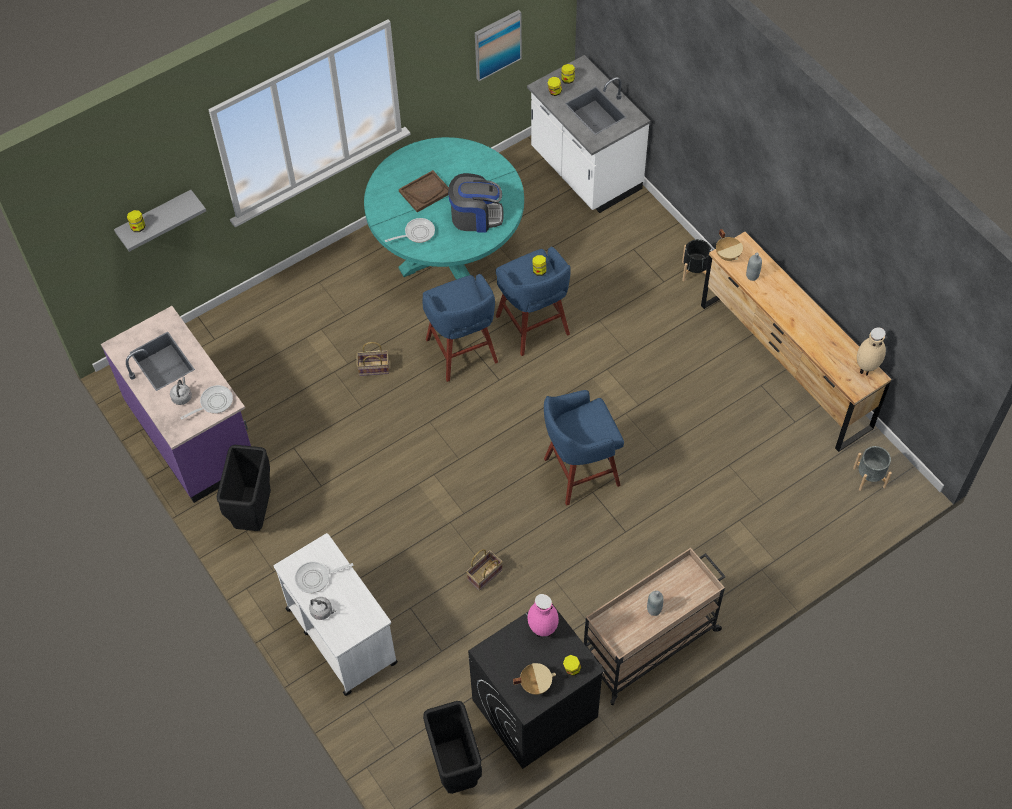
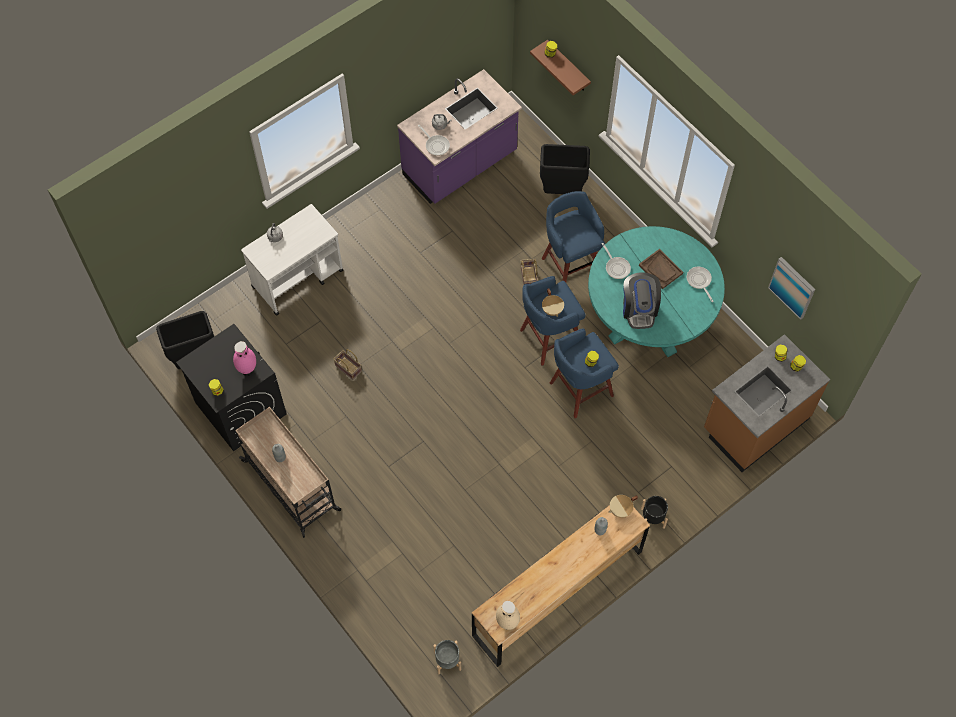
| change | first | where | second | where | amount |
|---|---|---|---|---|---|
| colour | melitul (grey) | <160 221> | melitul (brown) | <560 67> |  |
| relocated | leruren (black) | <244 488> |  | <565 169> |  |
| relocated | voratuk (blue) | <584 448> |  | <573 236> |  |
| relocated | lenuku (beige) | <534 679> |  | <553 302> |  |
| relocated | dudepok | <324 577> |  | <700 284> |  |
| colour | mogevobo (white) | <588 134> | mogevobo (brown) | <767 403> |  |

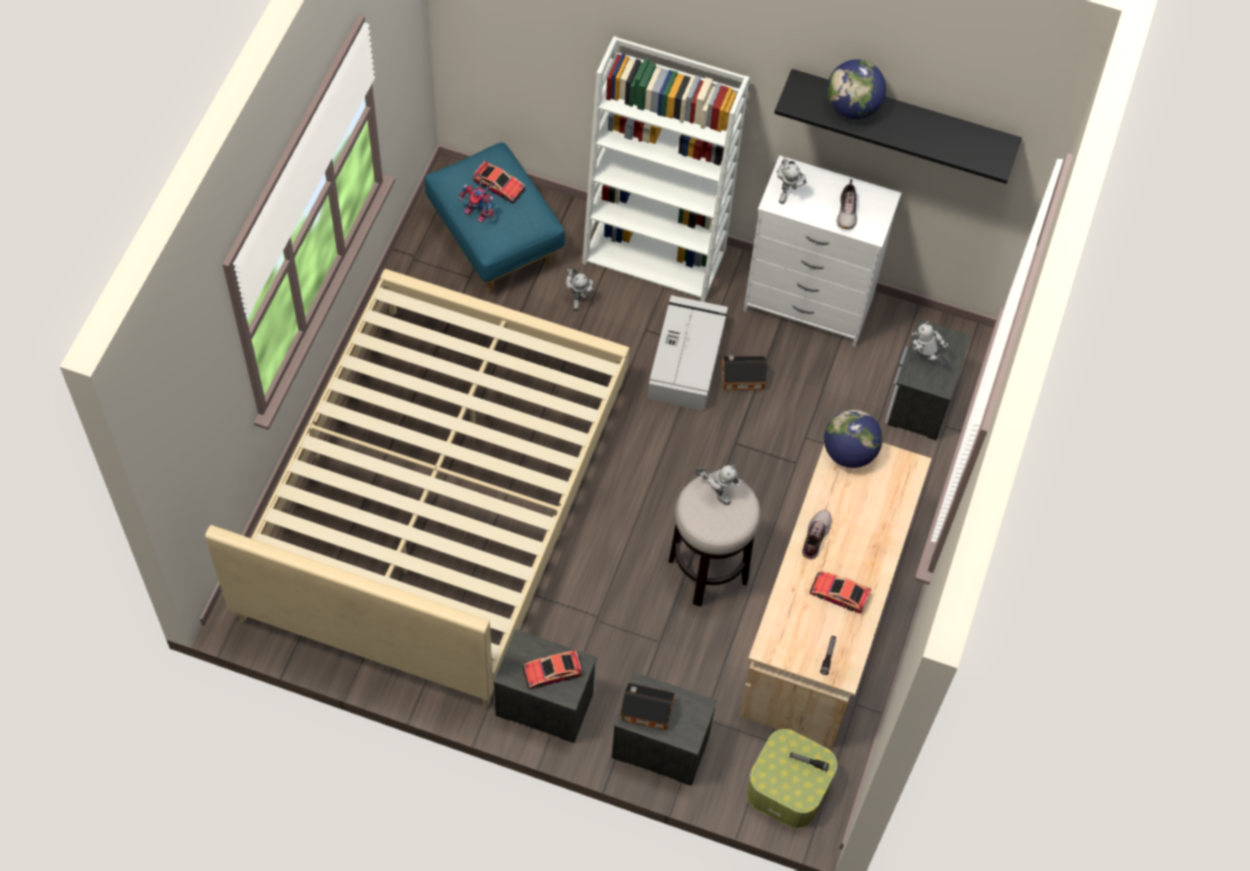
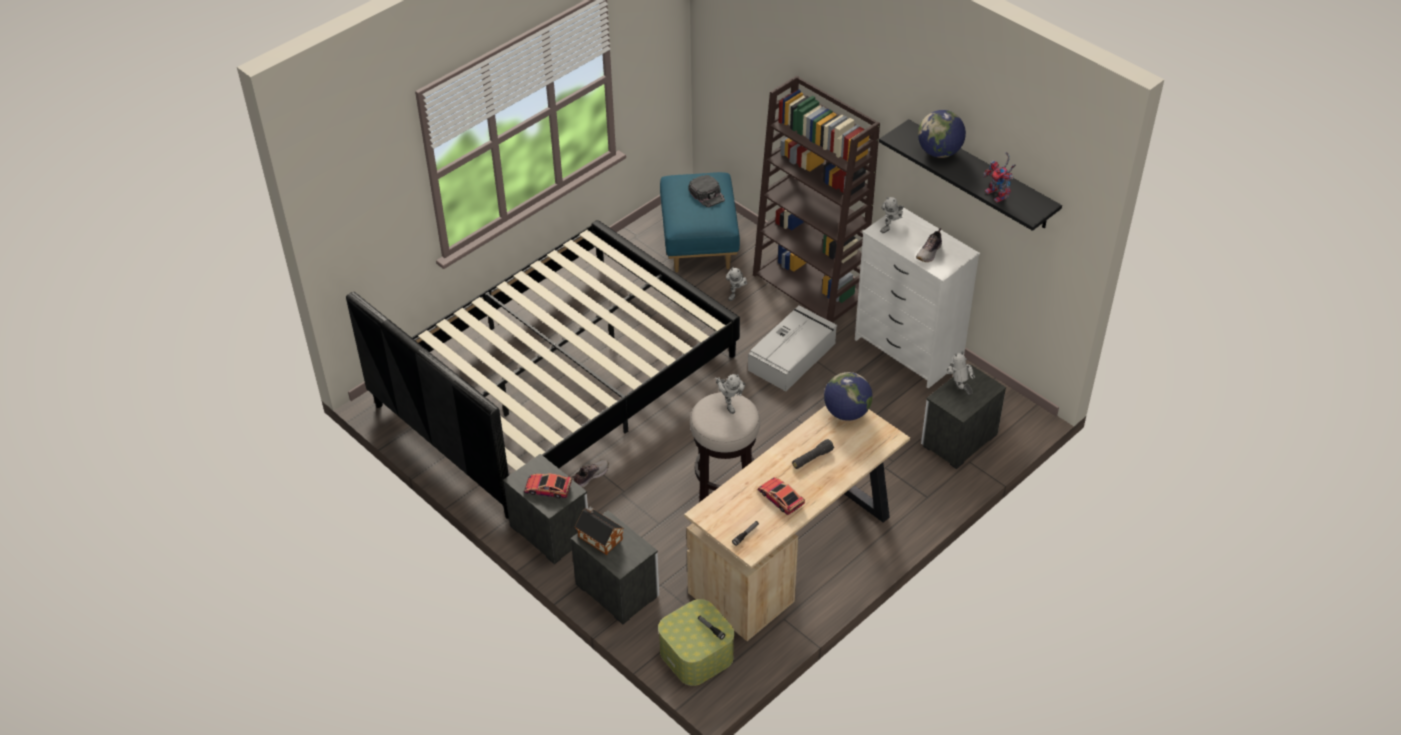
| change | first | where | second | where | amount |
|---|---|---|---|---|---|
| colour | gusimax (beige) | <417 488> | gusimax (black) | <543 369> |  |
| relocated | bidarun | <816 534> |  | <591 474> |  |
| exchanged | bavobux | <499 182> | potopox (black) | <707 191> |  |
| colour | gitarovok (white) | <666 169> | gitarovok (brown) | <816 198> |  |
| appeared |  |  | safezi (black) | <813 454> |  |
| relocated | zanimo | <476 198> |  | <999 177> |  |
| missing | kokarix | <744 372> |  |  |  |

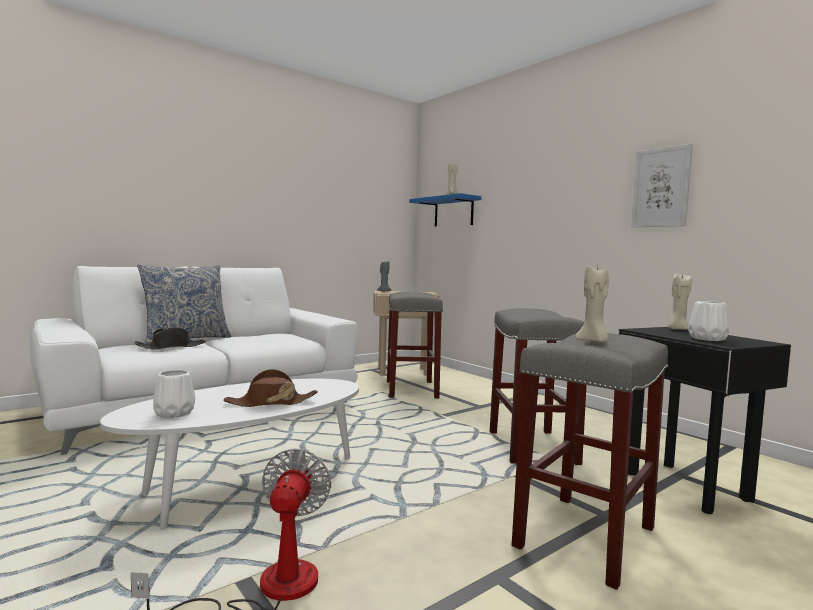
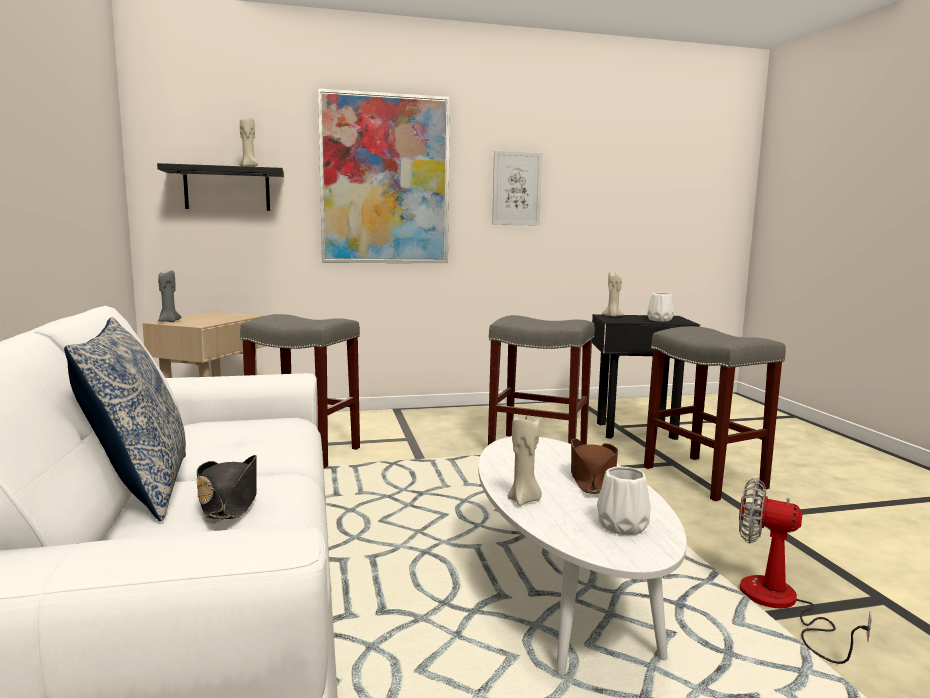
| change | first | where | second | where | amount |
|---|---|---|---|---|---|
| colour | melitul (blue) | <445 210> | melitul (black) | <220 187> |  |
| appeared |  |  | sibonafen | <384 175> |  |
| relocated | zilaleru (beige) | <592 304> |  | <525 461> |  |

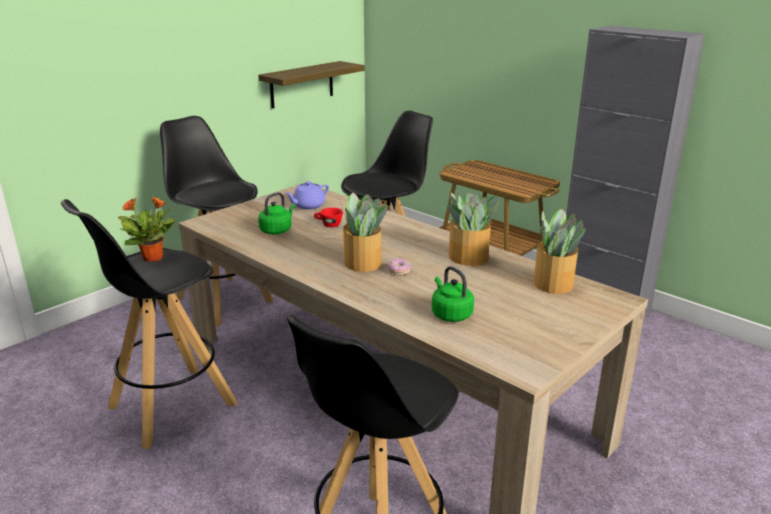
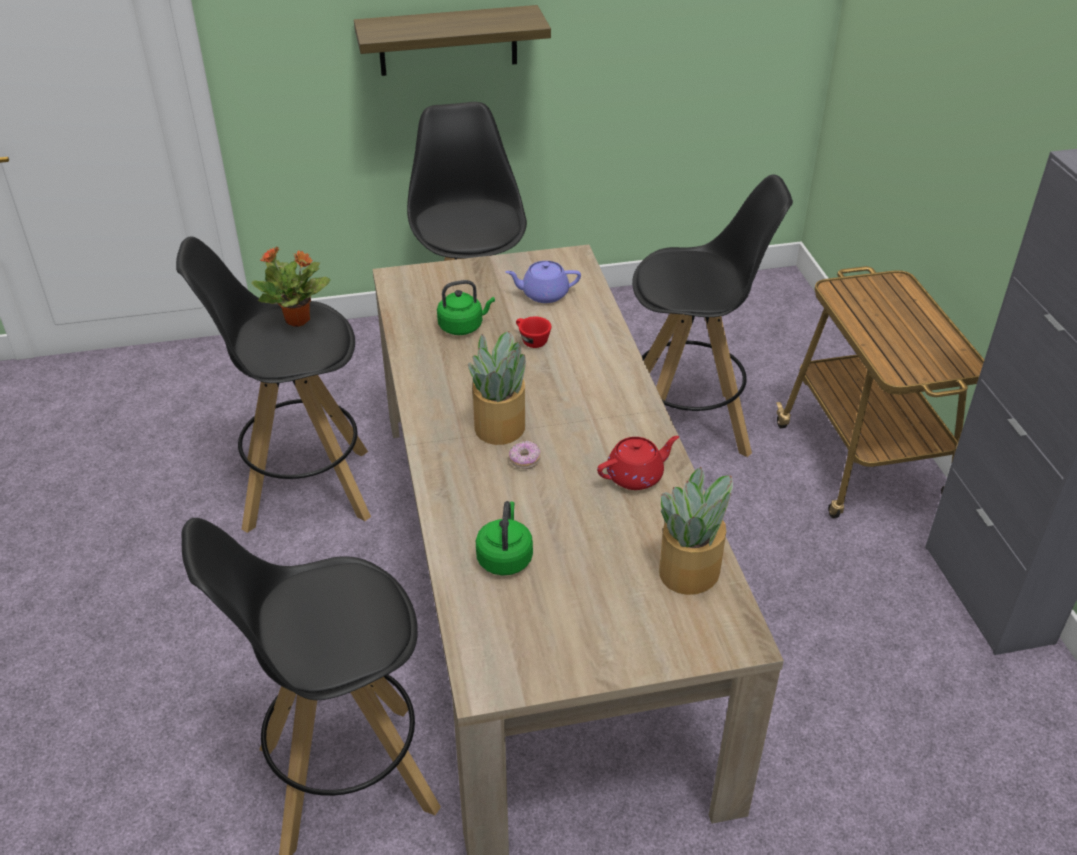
| change | first | where | second | where | amount |
|---|---|---|---|---|---|
| relocated | melitul | <311 85> |  | <452 40> |  |
| exchanged | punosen | <473 229> | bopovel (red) | <638 463> |  |

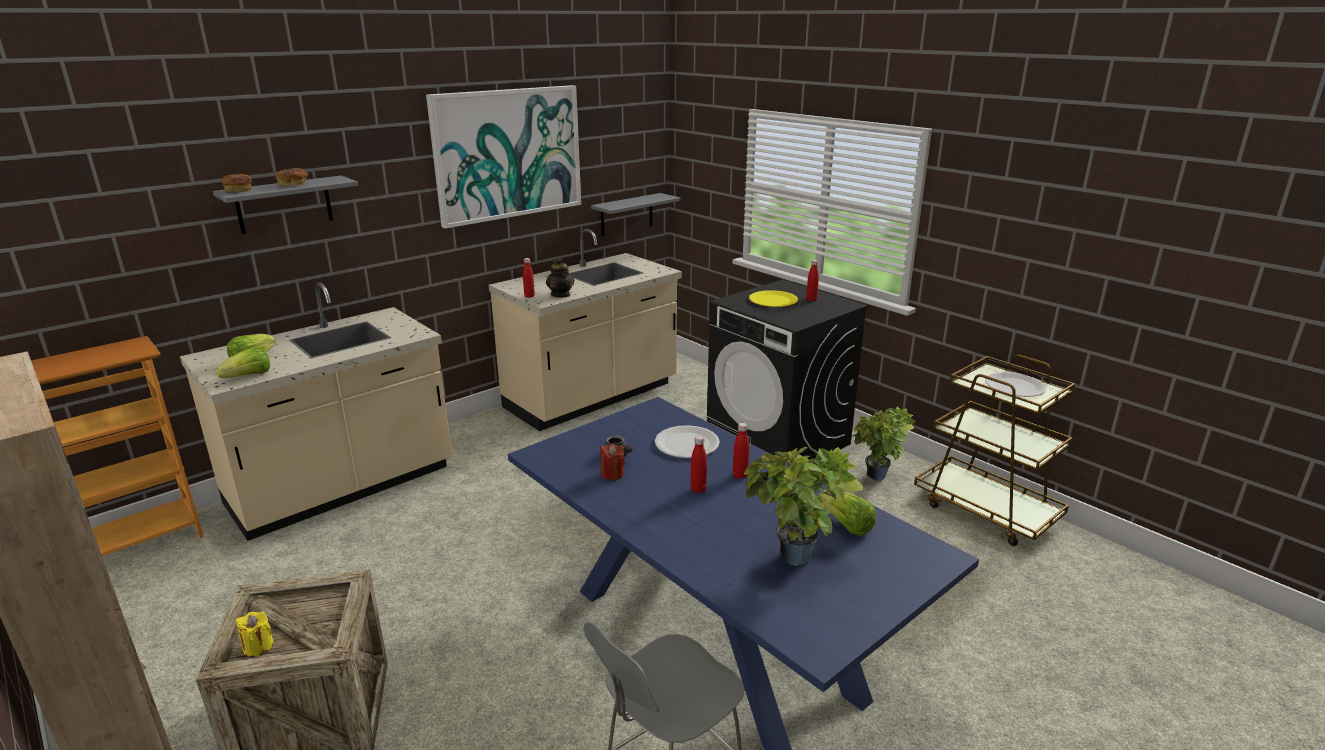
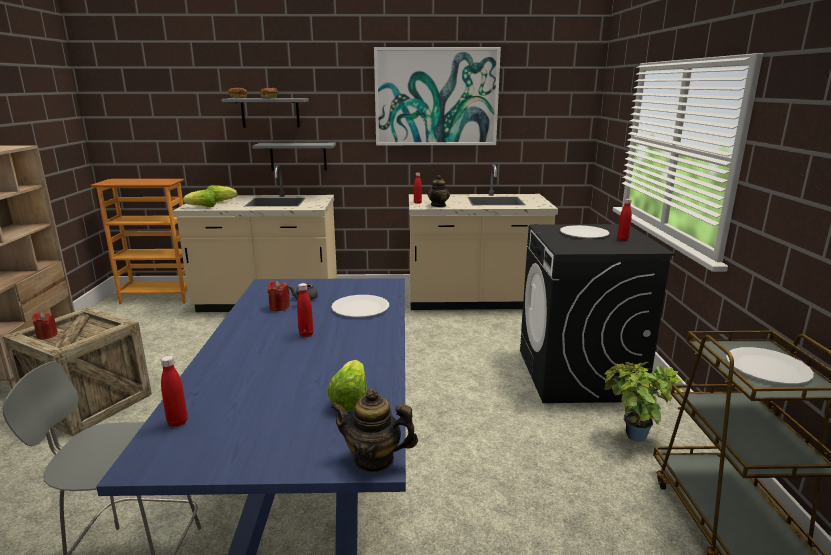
| change | first | where | second | where | amount |
|---|---|---|---|---|---|
| colour | zilaleru (yellow) | <255 634> | zilaleru (red) | <45 325> |  |
| relocated | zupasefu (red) | <741 451> |  | <174 391> |  |
| relocated | melitul (grey) | <636 214> |  | <294 157> |  |
| appeared |  |  | bopovel | <374 431> |  |
| colour | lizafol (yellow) | <773 298> | lizafol (white) | <584 231> |  |
| missing | punosen | <804 506> |  |  |  |

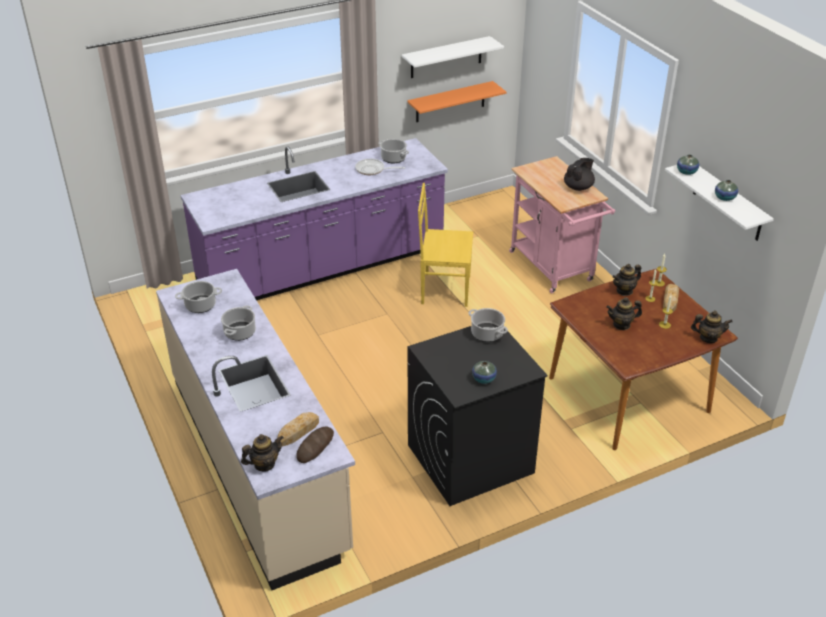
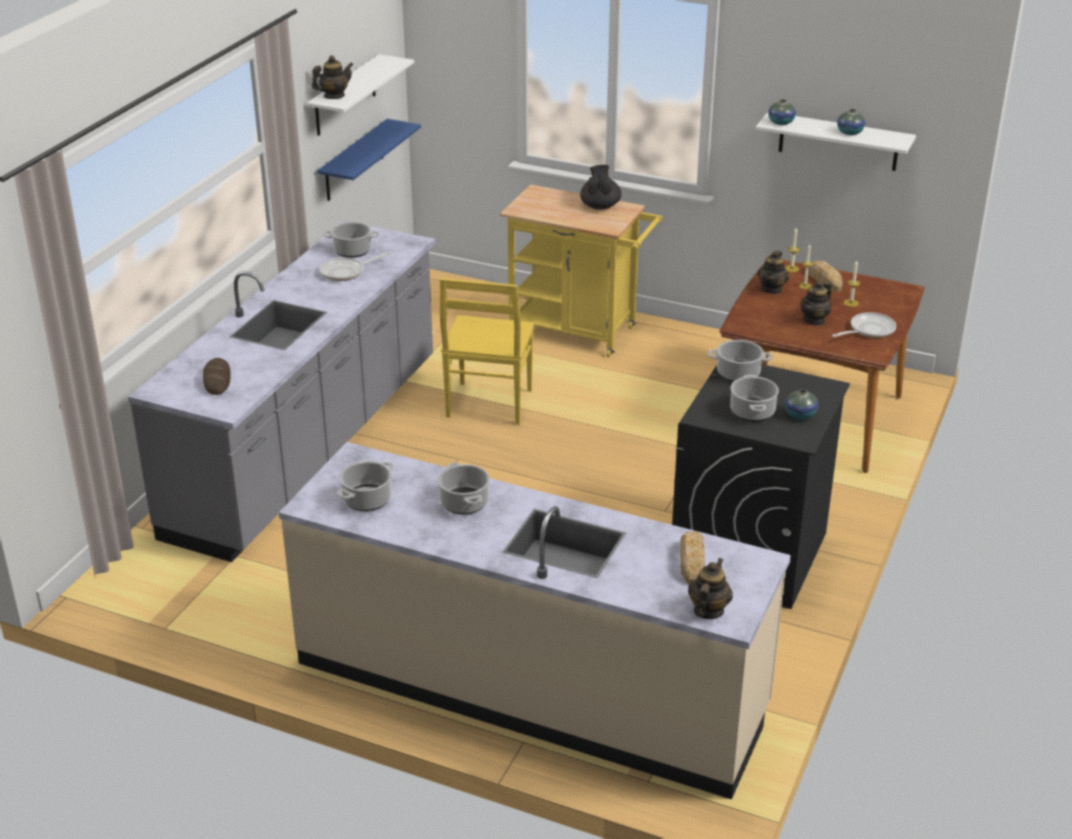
| change | first | where | second | where | amount |
|---|---|---|---|---|---|
| colour | mogevobo (purple) | <314 219> | mogevobo (grey) | <281 391> |  |
| relocated | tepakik | <315 445> |  | <217 376> |  |
| relocated | bopovel | <712 327> |  | <332 77> |  |
| colour | melitul (orange) | <456 101> | melitul (blue) | <369 160> |  |
| spun | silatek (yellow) | <445 245> |  | <487 351> | 45 degrees counterclockwise |
| colour | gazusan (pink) | <562 224> | gazusan (yellow) | <581 271> |  |
| appeared |  |  | lenuku | <754 398> |  |
| appeared |  |  | dudepok | <864 325> |  |

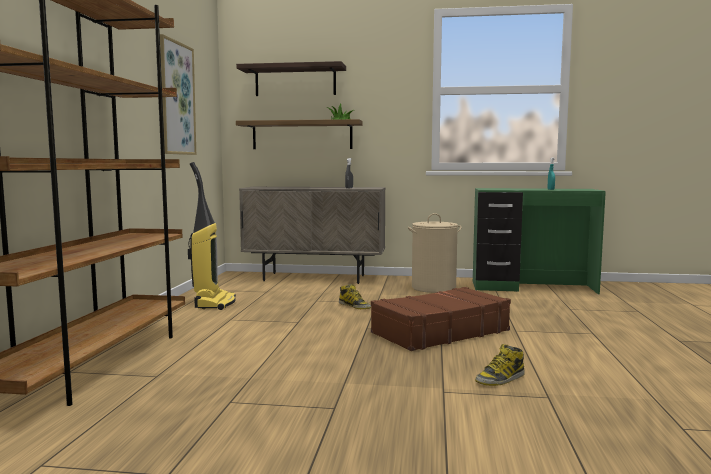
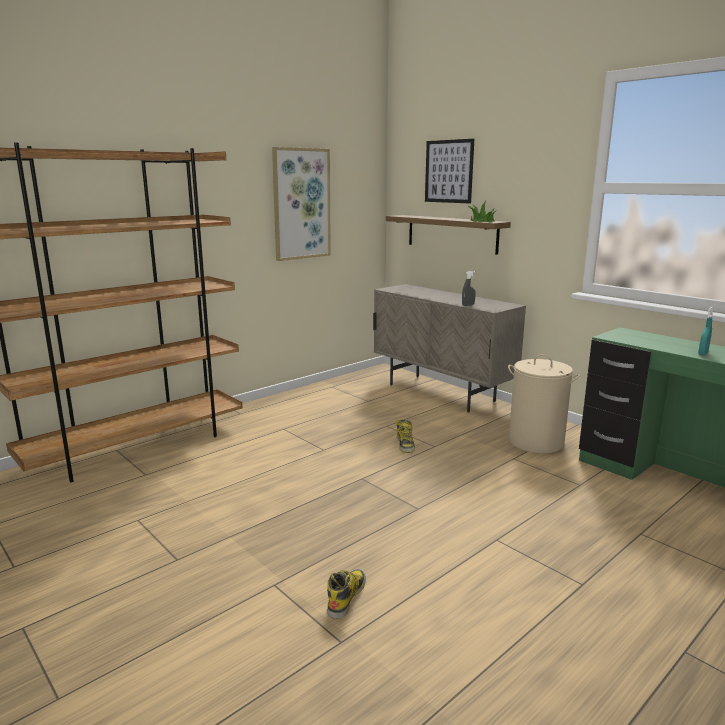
| change | first | where | second | where | amount |
|---|---|---|---|---|---|
| spun | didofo | <500 365> |  | <346 594> | 105 degrees clockwise |
| exchanged | melitul | <291 78> | sibonafen | <449 171> |  |
| missing | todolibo | <212 236> |  |  |  |
| missing | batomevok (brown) | <441 319> |  |  |  |

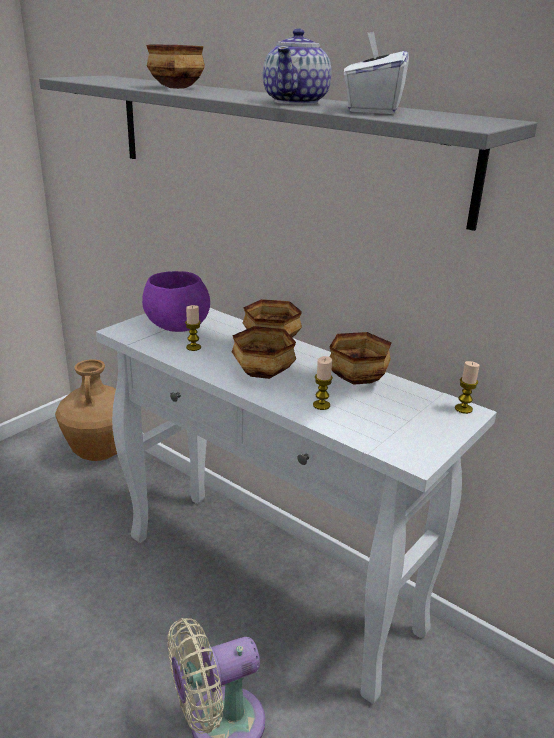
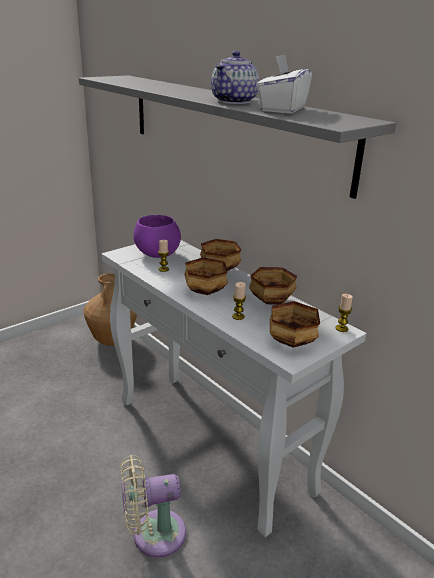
| change | first | where | second | where | amount |
|---|---|---|---|---|---|
| relocated | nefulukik | <175 66> |  | <295 324> |  |

